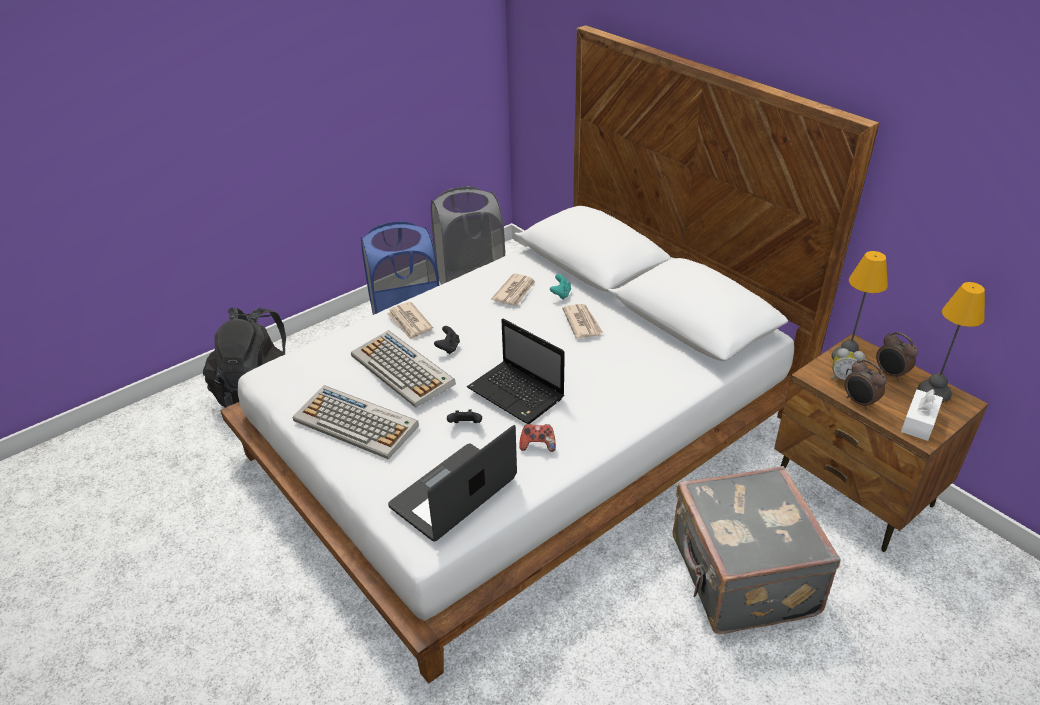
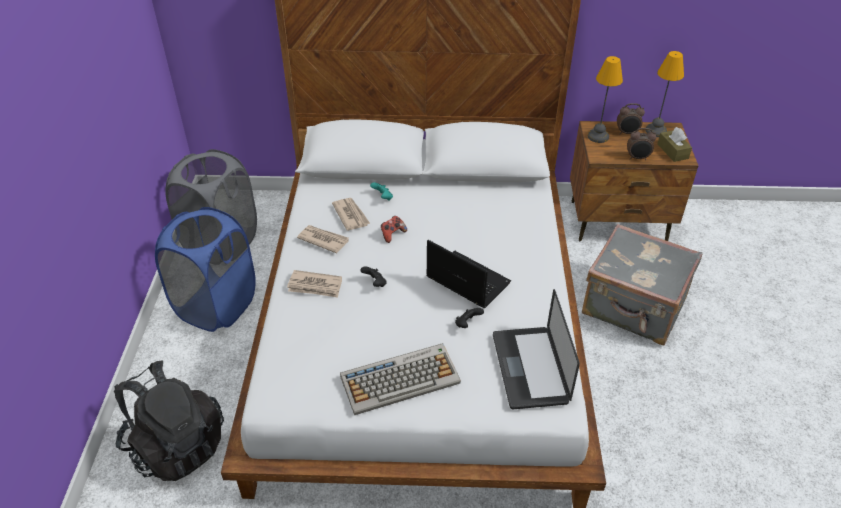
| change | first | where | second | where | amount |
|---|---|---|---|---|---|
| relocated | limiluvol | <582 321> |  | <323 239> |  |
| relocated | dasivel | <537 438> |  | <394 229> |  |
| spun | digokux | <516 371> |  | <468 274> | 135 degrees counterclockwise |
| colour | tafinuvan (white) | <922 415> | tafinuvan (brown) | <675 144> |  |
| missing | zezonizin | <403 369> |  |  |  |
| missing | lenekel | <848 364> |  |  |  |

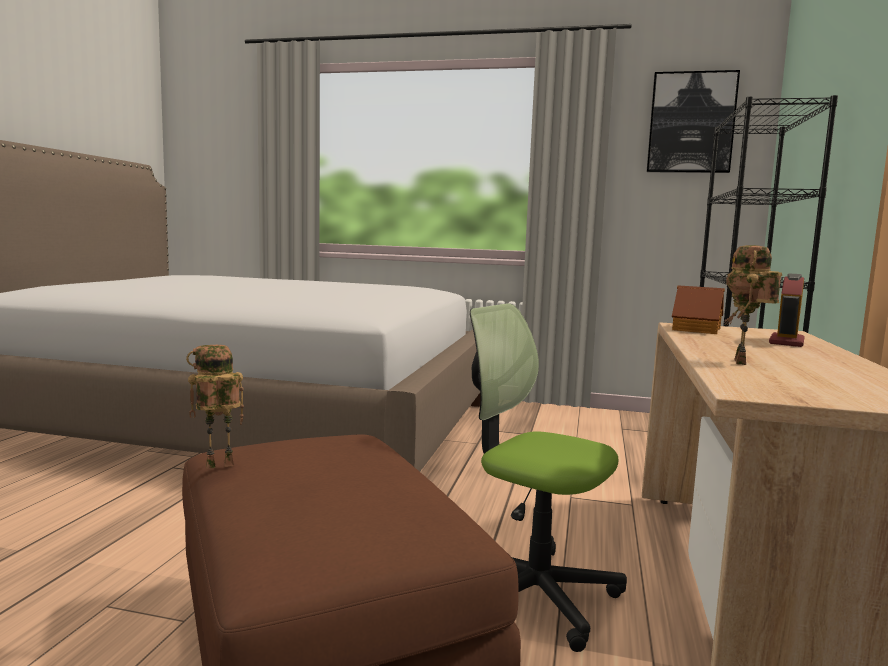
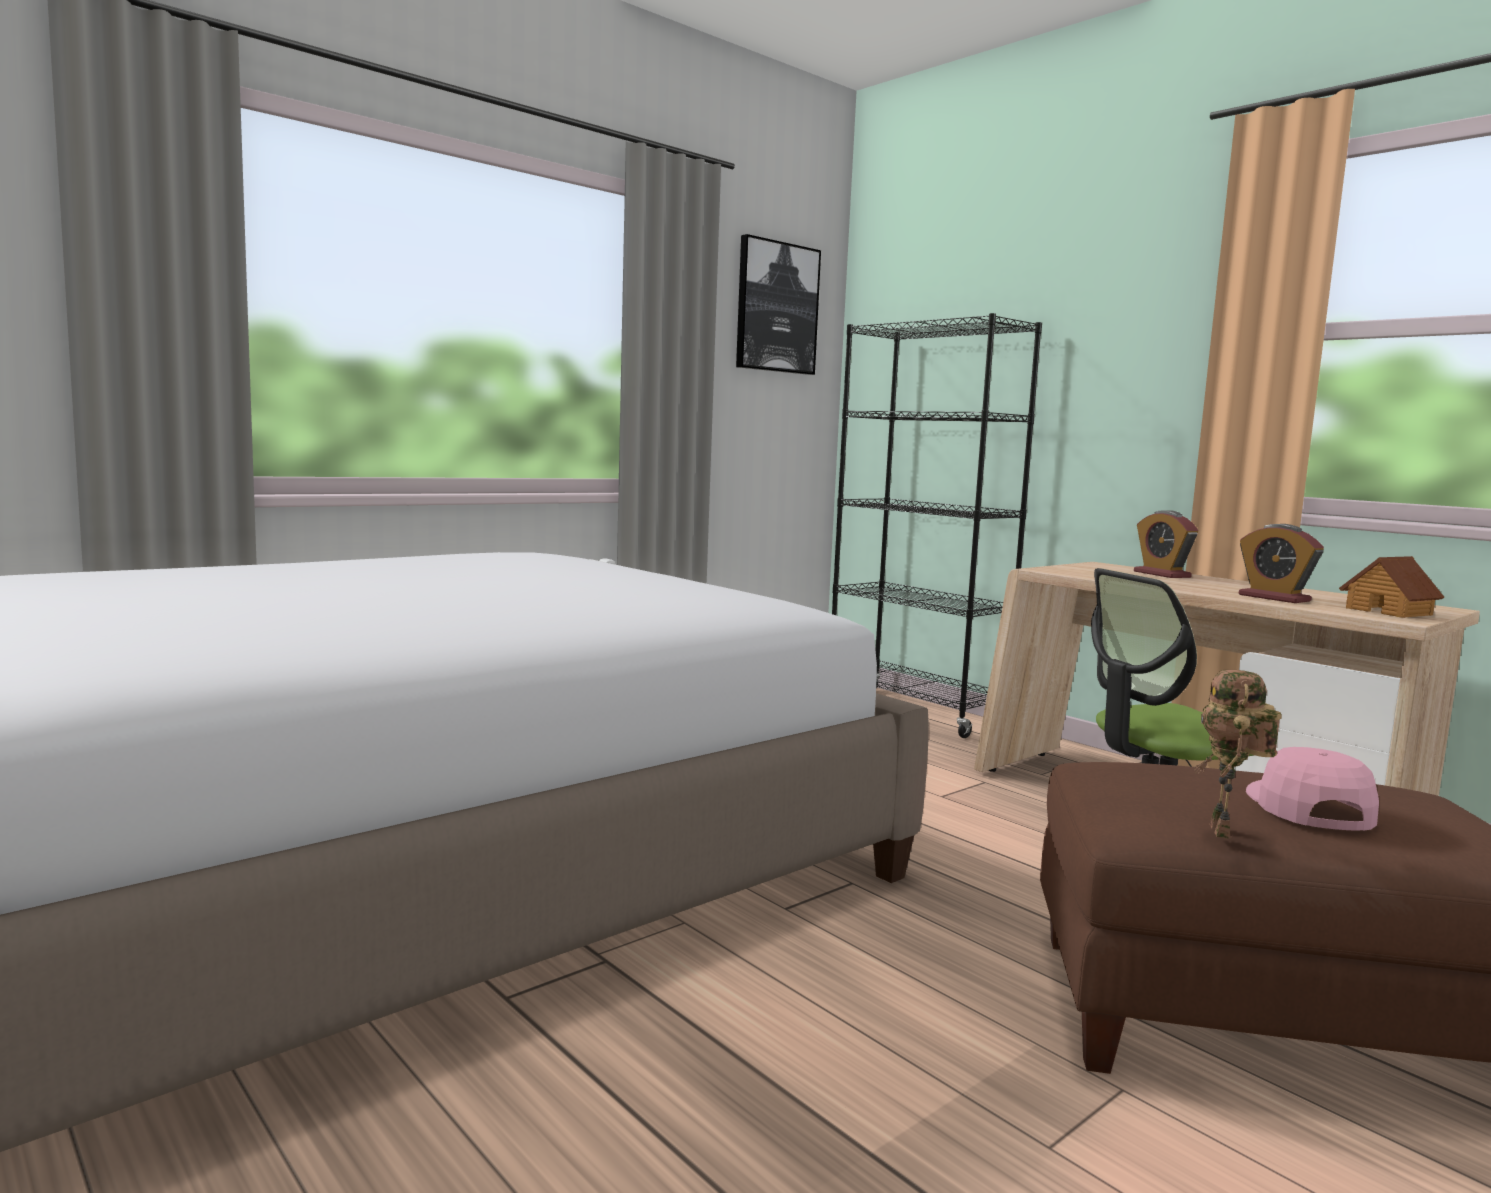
| change | first | where | second | where | amount |
|---|---|---|---|---|---|
| exchanged | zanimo | <753 305> | lenekel | <1281 563> |  |
| appeared |  |  | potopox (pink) | <1312 789> |  |
| relocated | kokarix | <698 309> |  | <1391 587> |  |

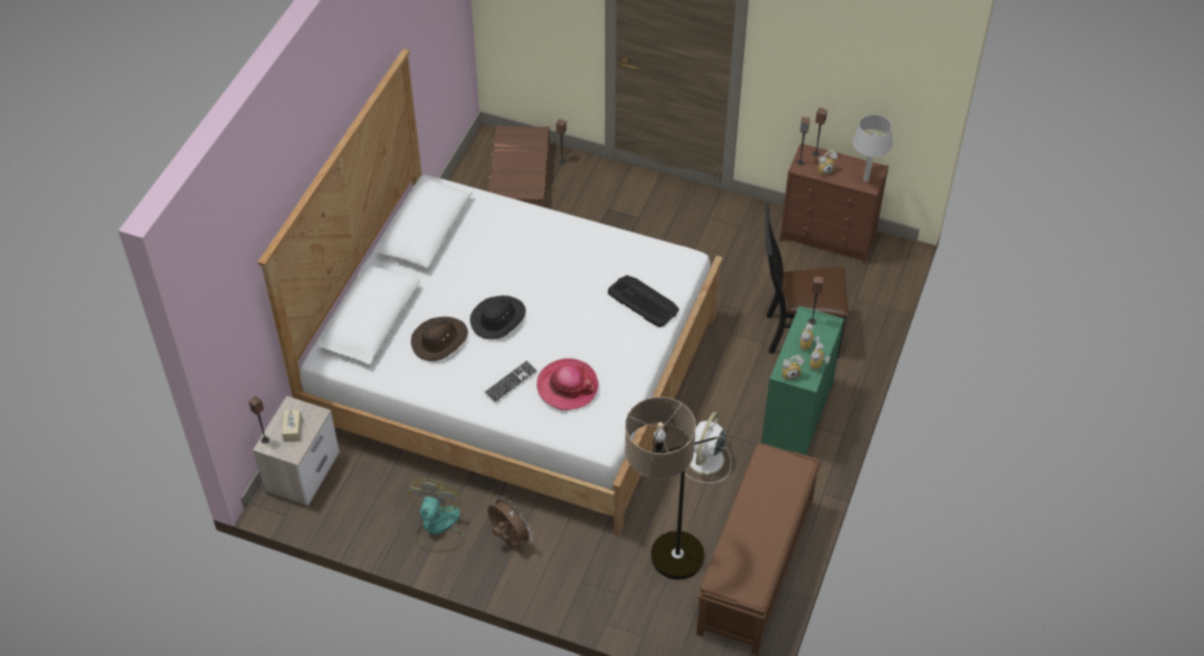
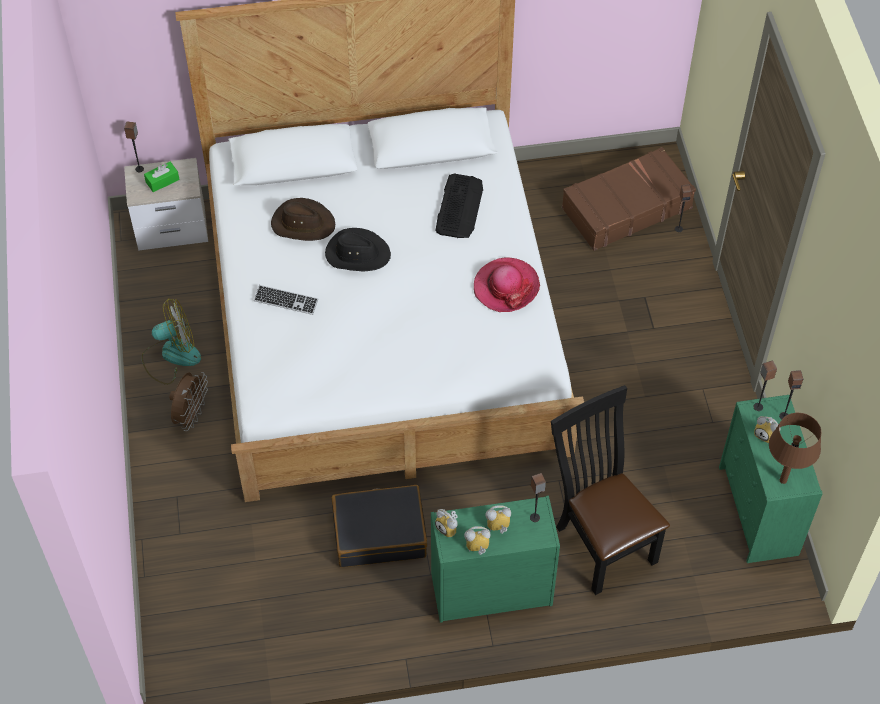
| change | first | where | second | where | amount |
|---|---|---|---|---|---|
| colour | tafinuvan (beige) | <292 425> | tafinuvan (green) | <162 177> |  |
| exchanged | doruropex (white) | <708 447> | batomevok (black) | <379 526> |  |
| relocated | zezonizin | <643 301> |  | <459 206> |  |
| relocated | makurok | <567 384> |  | <507 285> |  |
| colour | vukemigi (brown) | <834 203> | vukemigi (green) | <771 479> |  |
| colour | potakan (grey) | <873 148> | potakan (brown) | <795 448> |  |
| missing | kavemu | <674 488> |  |  |  |
| missing | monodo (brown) | <758 549> |  |  |  |

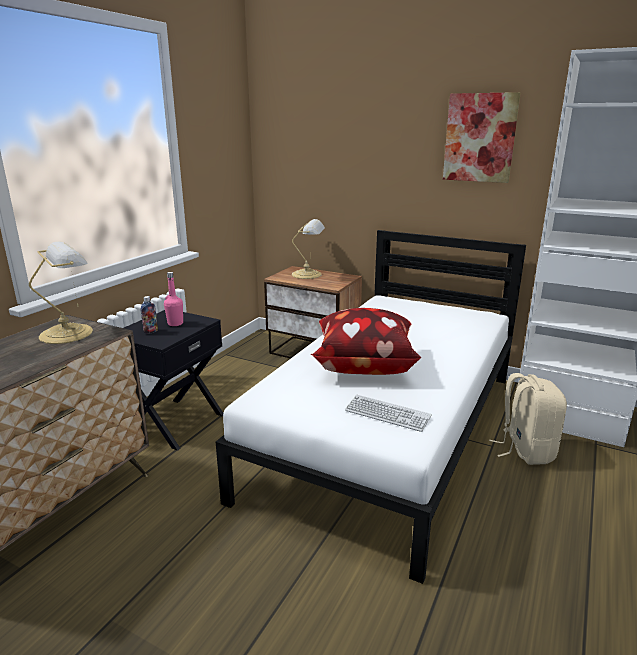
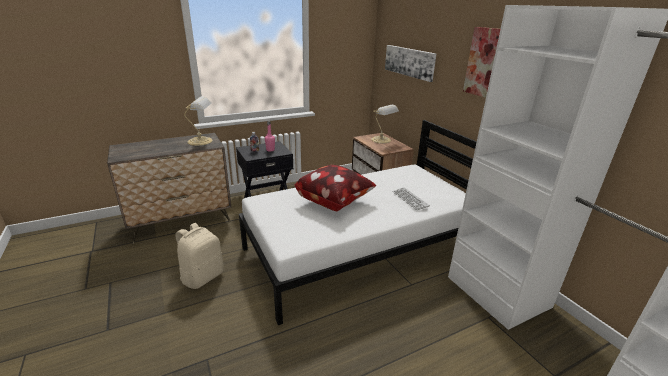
| change | first | where | second | where | amount |
|---|---|---|---|---|---|
| relocated | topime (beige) | <528 419> |  | <199 256> |  |
| appeared |  |  | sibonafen | <410 63> |  |
| relocated | zezonizin | <388 413> |  | <411 198> |  |

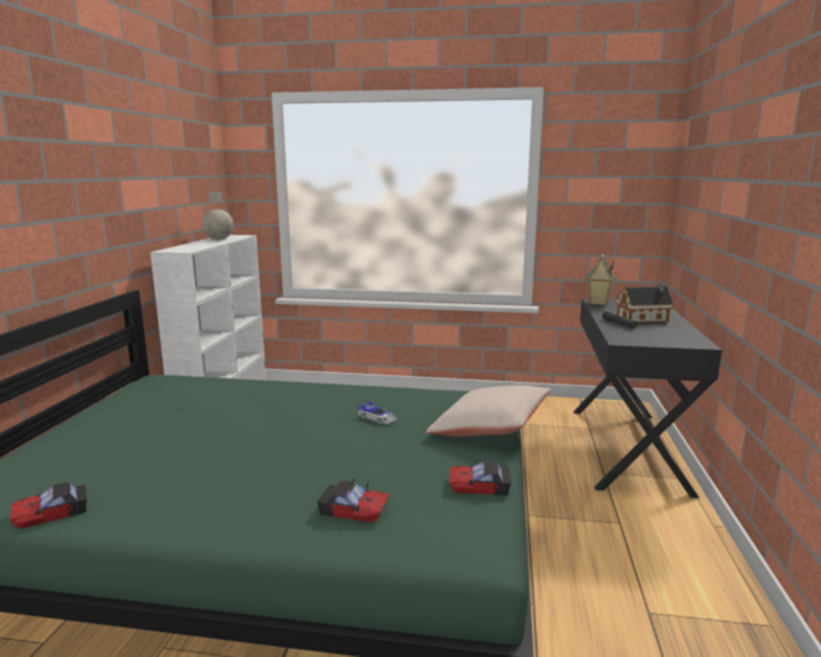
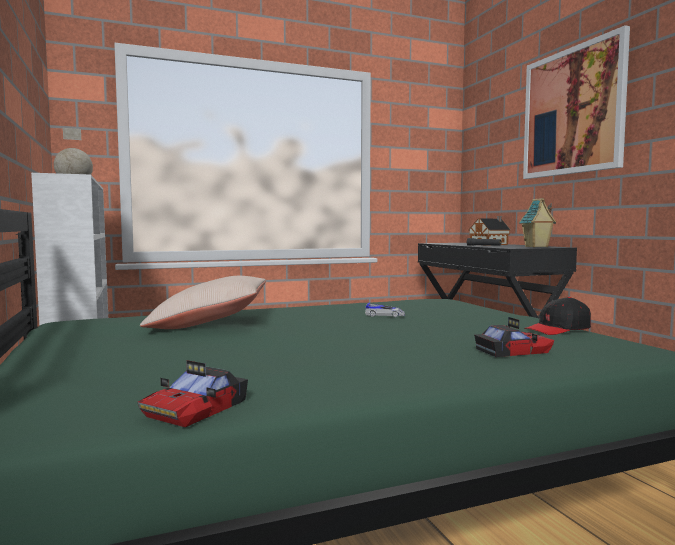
| change | first | where | second | where | amount |
|---|---|---|---|---|---|
| relocated | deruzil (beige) | <488 411> |  | <203 302> |  |
| relocated | kokarix | <600 279> |  | <537 222> |  |
| appeared |  |  | sibonafen | <576 102> |  |
| exchanged | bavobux | <480 478> | potopox (black) | <557 316> |  |

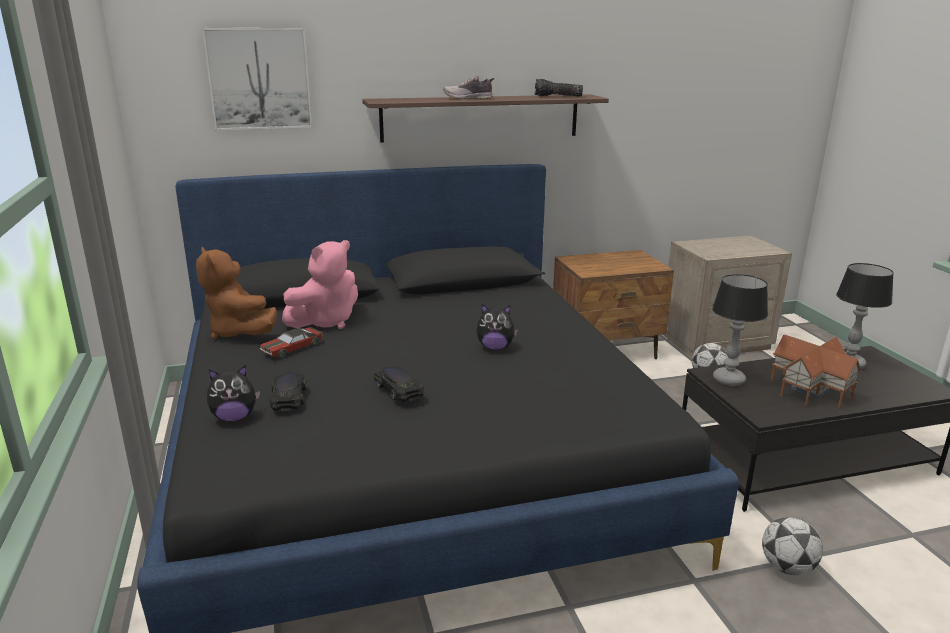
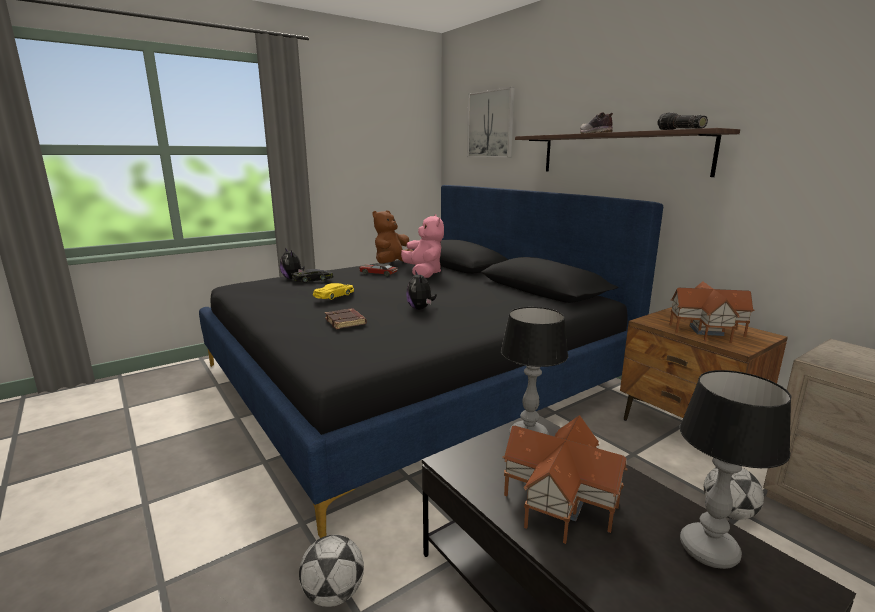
| change | first | where | second | where | amount |
|---|---|---|---|---|---|
| colour | bavobux (black) | <399 384> | bavobux (yellow) | <333 291> |  |
| appeared |  |  | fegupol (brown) | <346 318> |  |
| spun | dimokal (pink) | <320 284> |  | <422 246> | 135 degrees counterclockwise |
| appeared |  |  | kokarix | <711 312> |  |

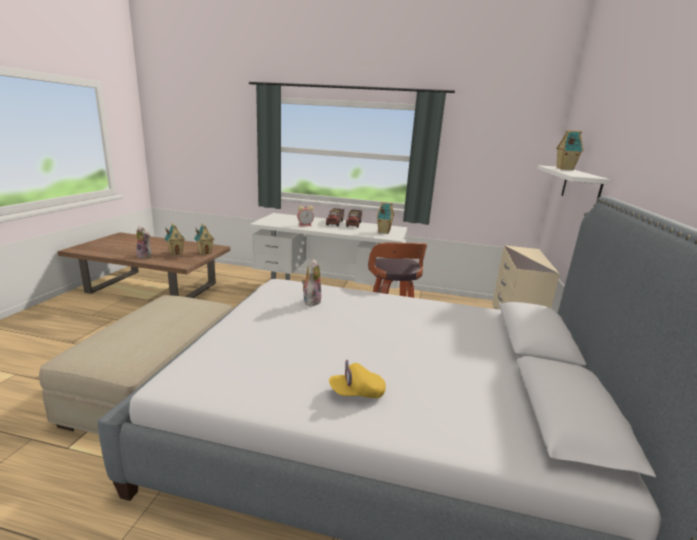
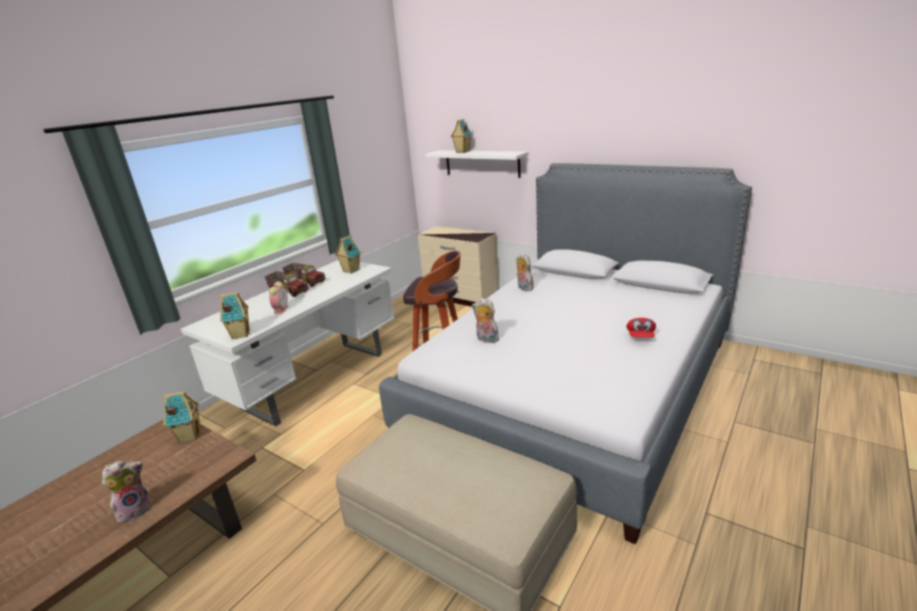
| change | first | where | second | where | amount |
|---|---|---|---|---|---|
| relocated | kokarix | <175 239> |  | <234 316> |  |
| appeared |  |  | dimokal | <525 272> |  |
| colour | potopox (yellow) | <357 379> | potopox (red) | <641 328> |  |

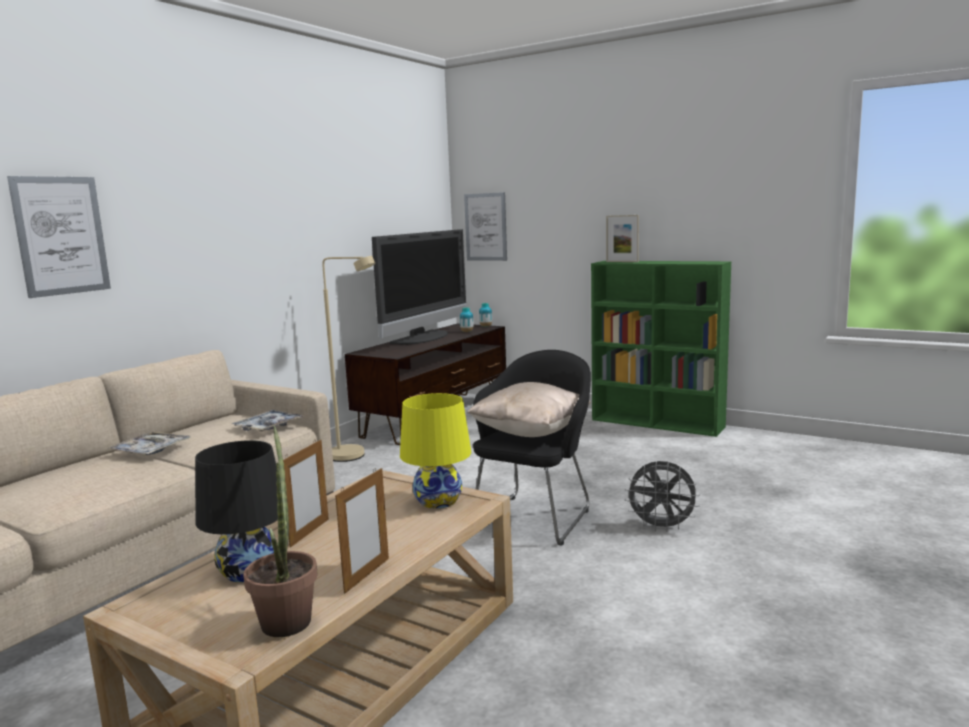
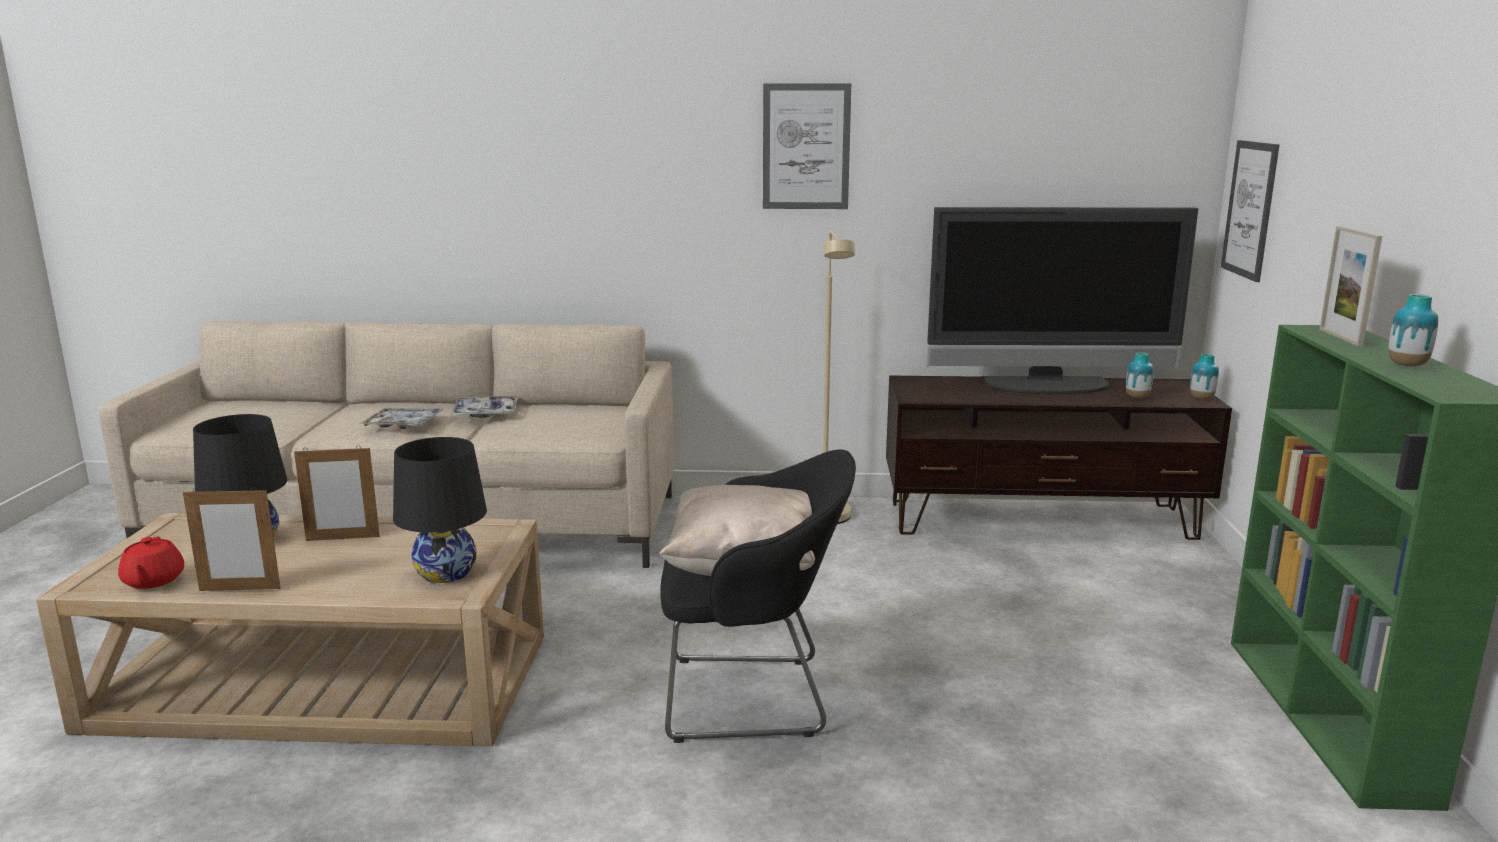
| change | first | where | second | where | amount |
|---|---|---|---|---|---|
| exchanged | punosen | <280 531> | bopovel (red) | <151 563> |  |
| relocated | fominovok | <268 420> |  | <401 418> |  |
| colour | potakan (yellow) | <435 451> | potakan (black) | <440 510> |  |
| relocated | sibonafen | <59 237> |  | <807 146> |  |
| appeared |  |  | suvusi | <1413 330> |  |
| missing | doruropex (grey) | <662 496> |  |  |  |

